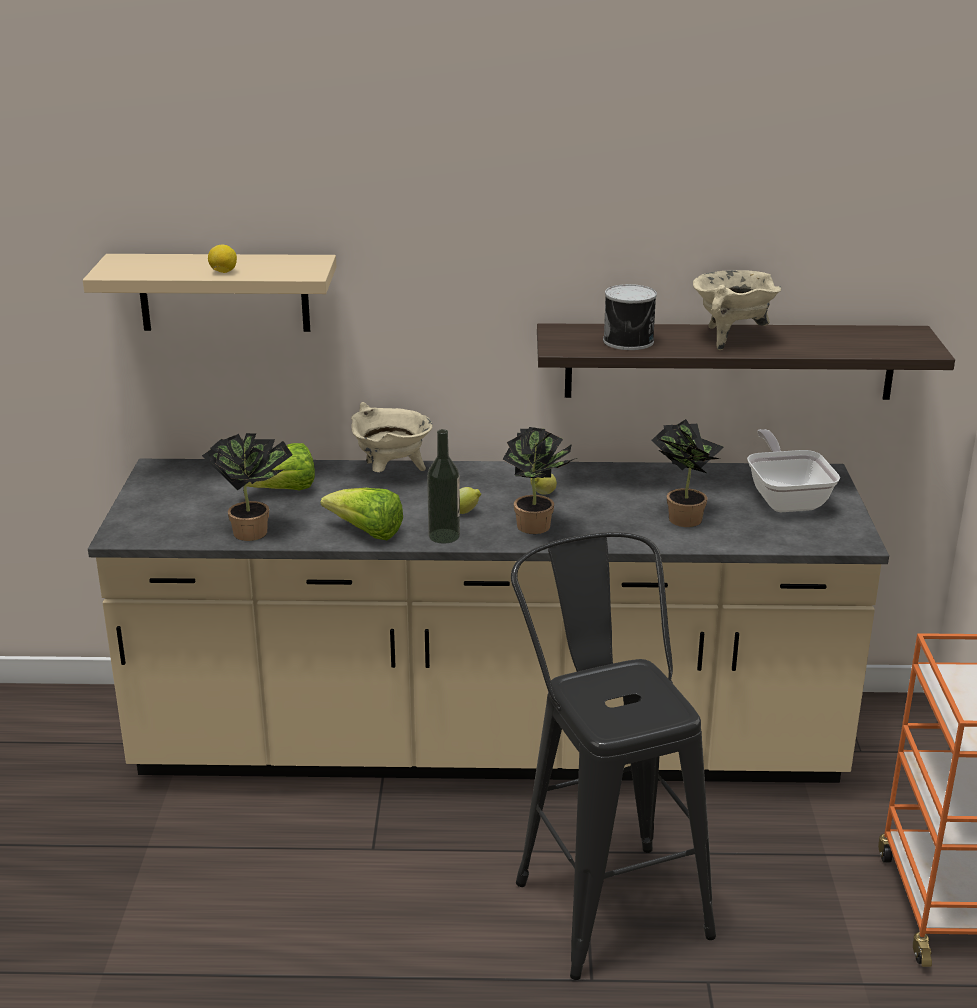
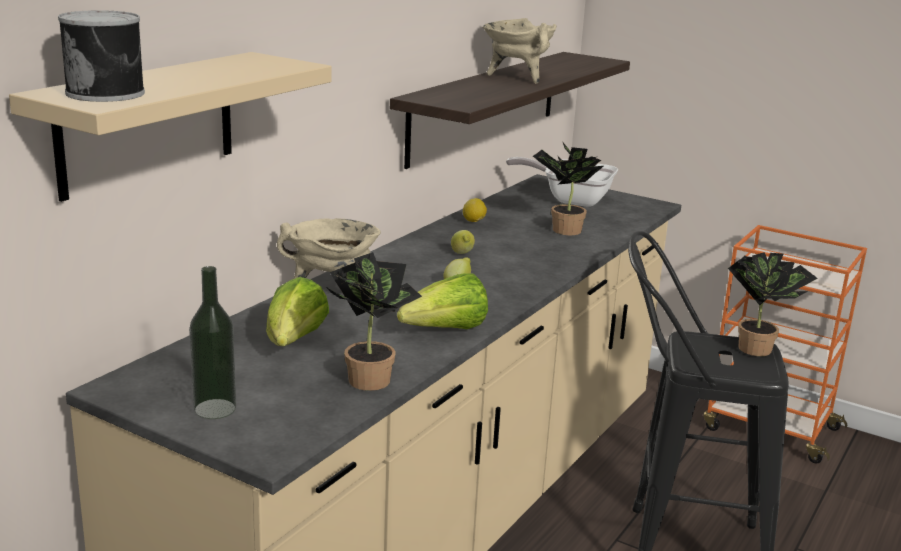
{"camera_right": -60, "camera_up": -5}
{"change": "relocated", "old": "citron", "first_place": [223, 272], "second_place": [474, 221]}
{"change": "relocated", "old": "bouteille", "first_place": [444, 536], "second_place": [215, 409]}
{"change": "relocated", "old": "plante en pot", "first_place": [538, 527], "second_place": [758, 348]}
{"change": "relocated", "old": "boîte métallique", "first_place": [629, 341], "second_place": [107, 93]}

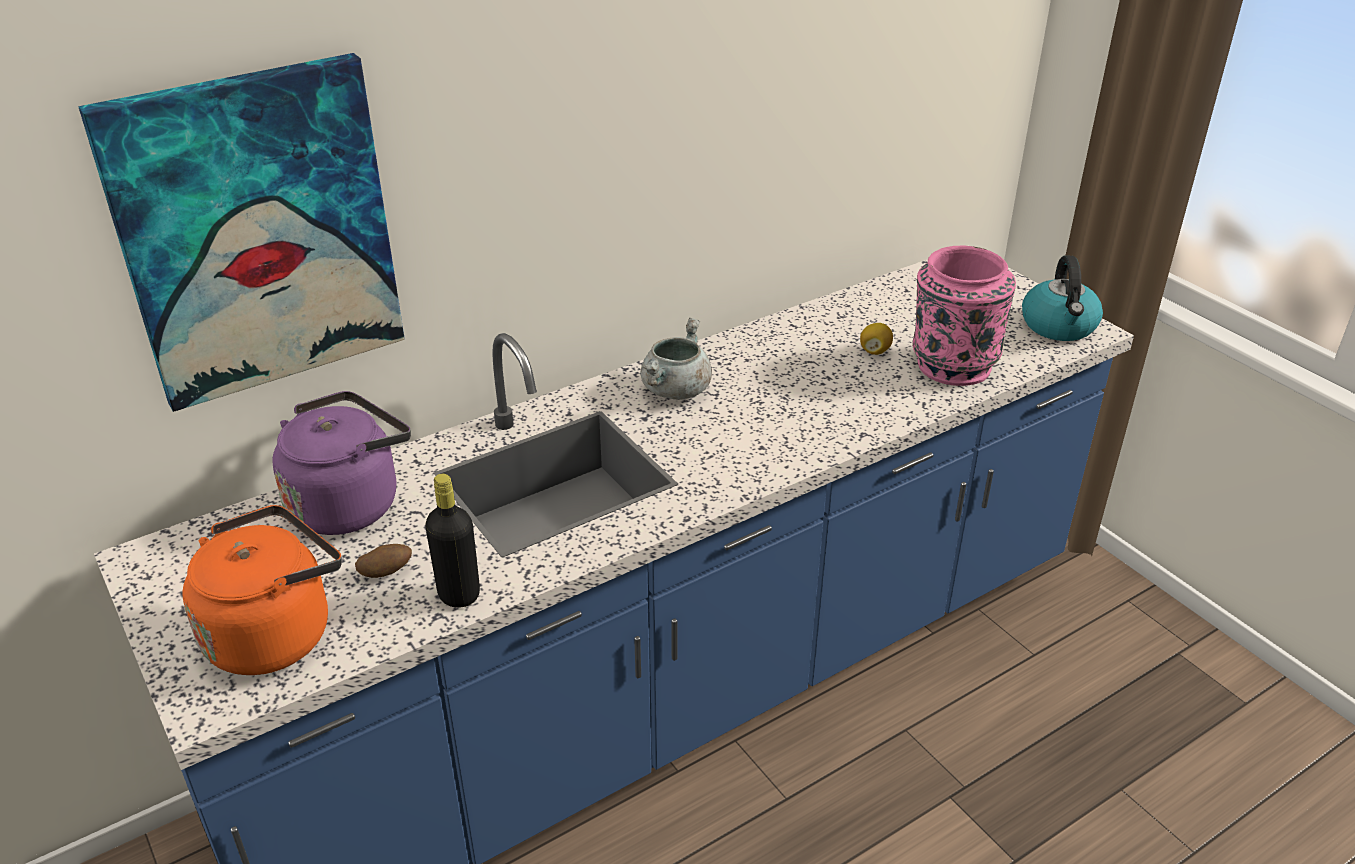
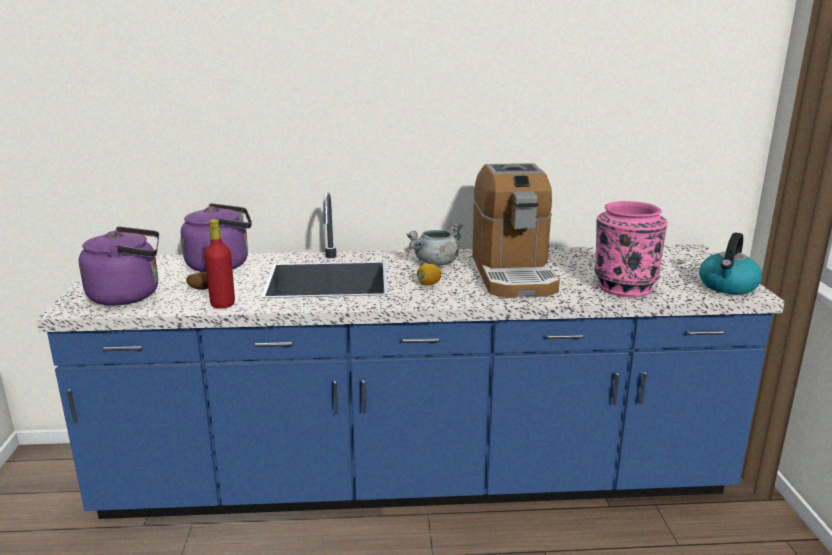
{"camera_right": 30, "camera_up": -15}
{"change": "missing", "old": "tableau", "first_place": [258, 233]}
{"change": "appeared", "new": "machine à café", "second_place": [513, 274]}
{"change": "relocated", "old": "citron", "first_place": [875, 351], "second_place": [428, 284]}
{"change": "colour", "old": "bouilloire (orange)", "new": "bouilloire (violet)", "first_place": [275, 632], "second_place": [129, 295]}
{"change": "colour", "old": "bouteille (noir)", "new": "bouteille (rouge)", "first_place": [459, 594], "second_place": [222, 304]}

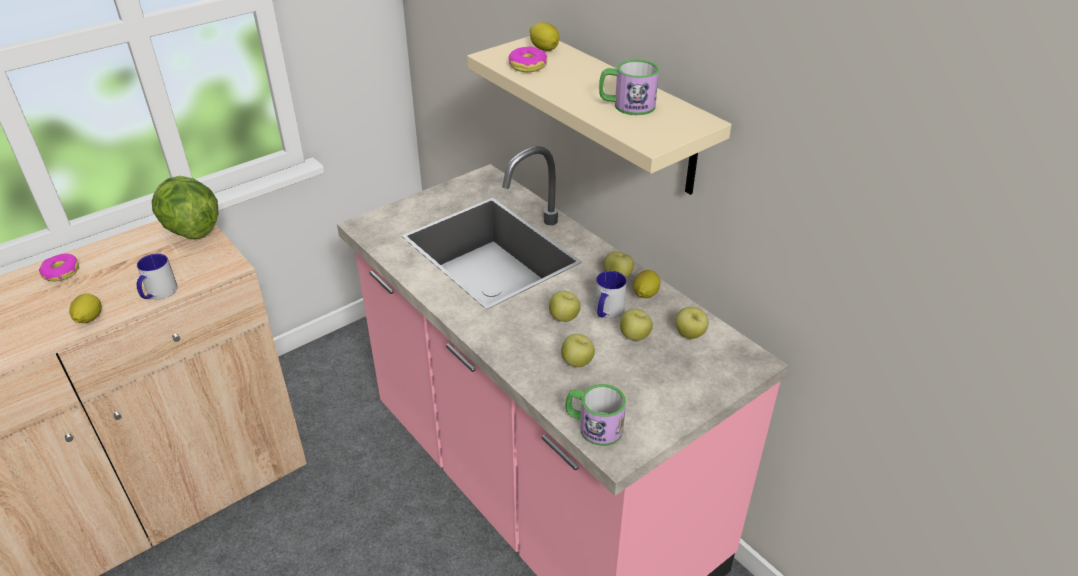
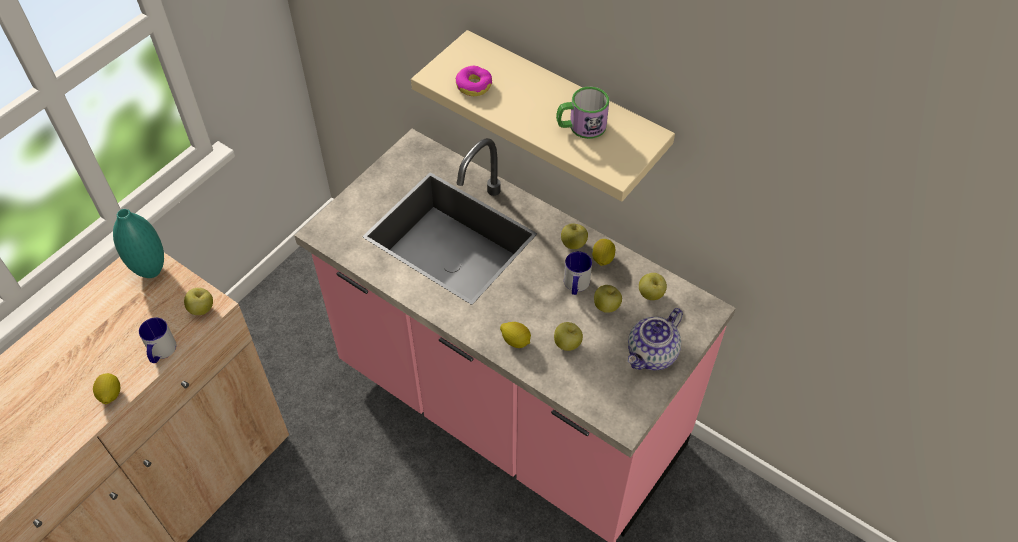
{"camera_right": -15, "camera_up": 15}
{"change": "missing", "old": "beignet", "first_place": [61, 272]}
{"change": "missing", "old": "mug", "first_place": [593, 426]}
{"change": "appeared", "new": "théière", "second_place": [652, 354]}
{"change": "relocated", "old": "citron", "first_place": [544, 49], "second_place": [516, 341]}
{"change": "relocated", "old": "pomme", "first_place": [564, 318], "second_place": [202, 309]}
{"change": "exchanged", "old": "laitue", "new": "vase (turquoise)", "first_place": [190, 230], "second_place": [151, 270]}

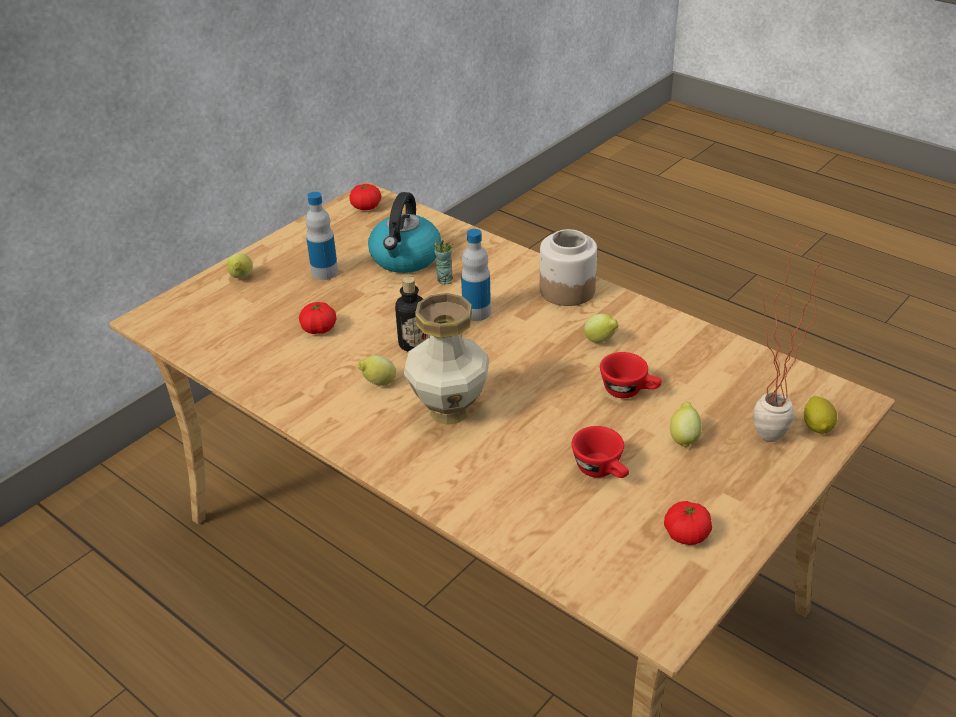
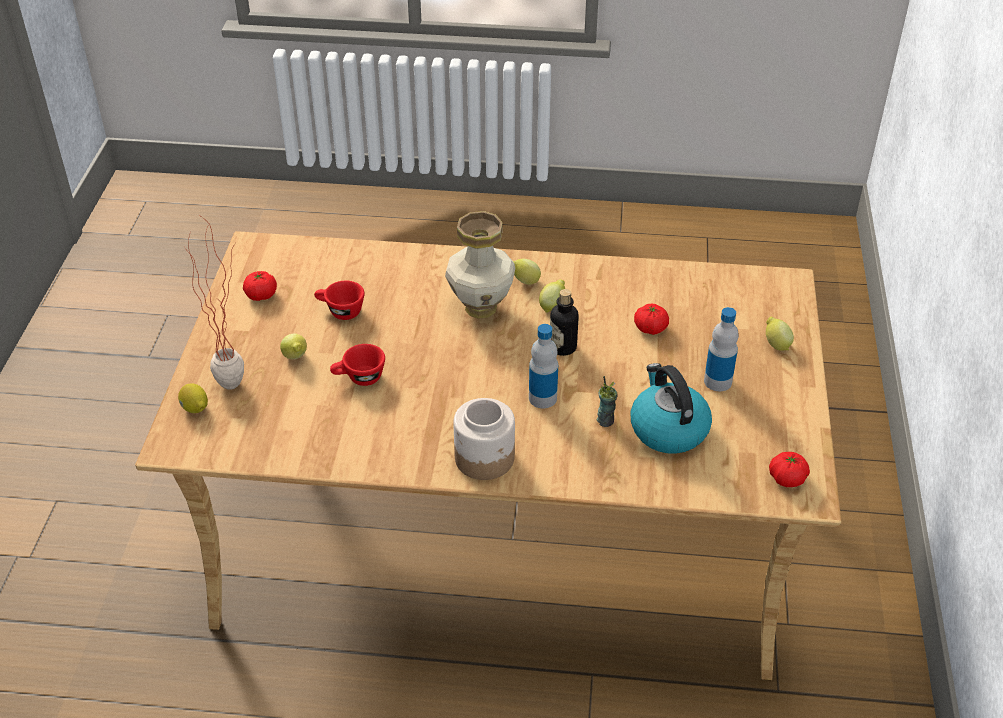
{"camera_right": 145, "camera_up": 5}
{"change": "relocated", "old": "citron", "first_place": [600, 341], "second_place": [525, 282]}

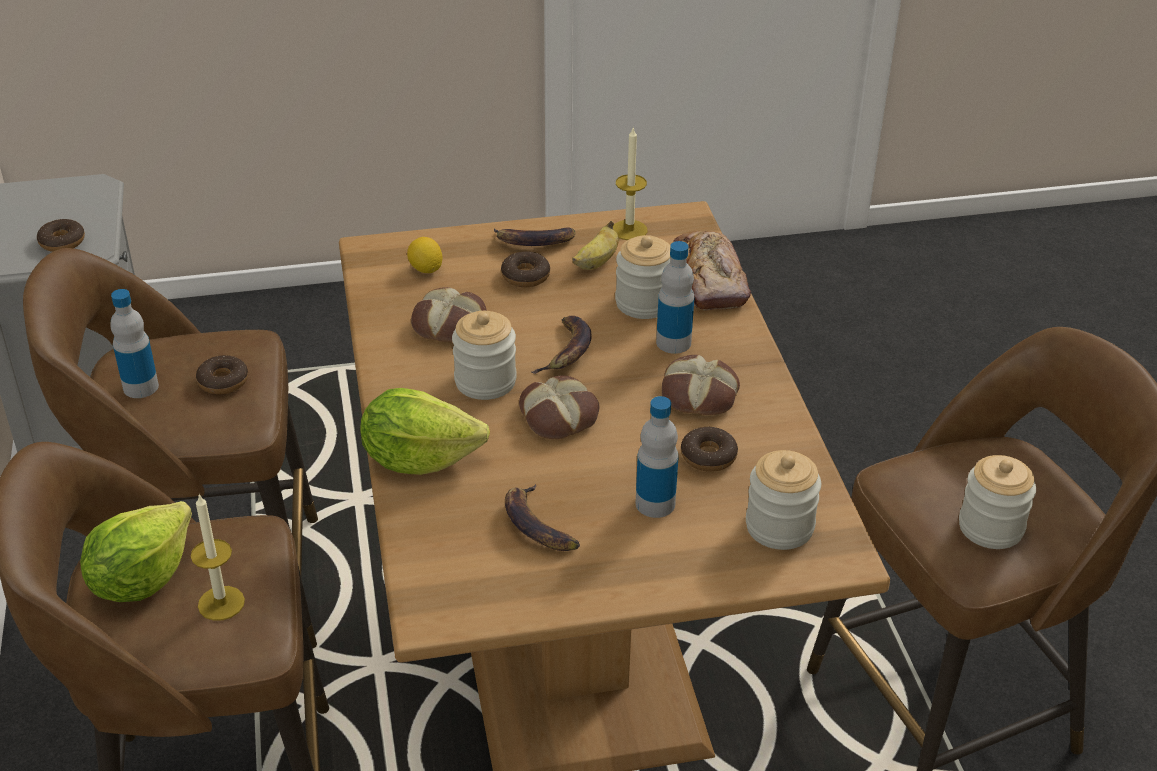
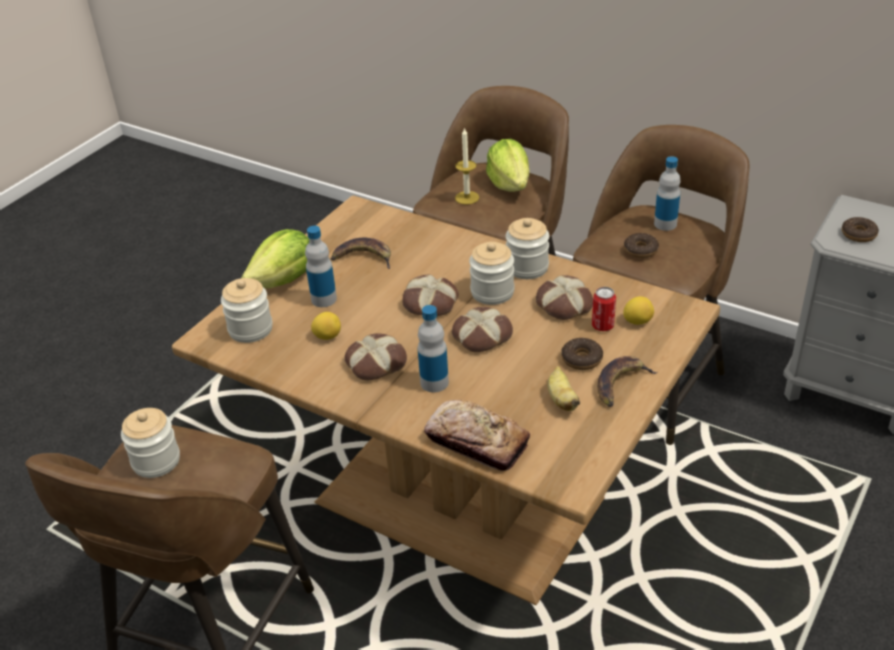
{"camera_right": 135, "camera_up": 0}
{"change": "missing", "old": "bougie", "first_place": [629, 230]}
{"change": "appeared", "new": "boîte métallique", "second_place": [602, 326]}
{"change": "relocated", "old": "laitue", "first_place": [419, 458], "second_place": [285, 280]}
{"change": "relocated", "old": "bocal", "first_place": [644, 303], "second_place": [527, 267]}
{"change": "exchanged", "old": "banane", "new": "pain", "first_place": [566, 351], "second_place": [481, 335]}
{"change": "exchanged", "old": "beignet", "new": "citron", "first_place": [708, 456], "second_place": [327, 336]}

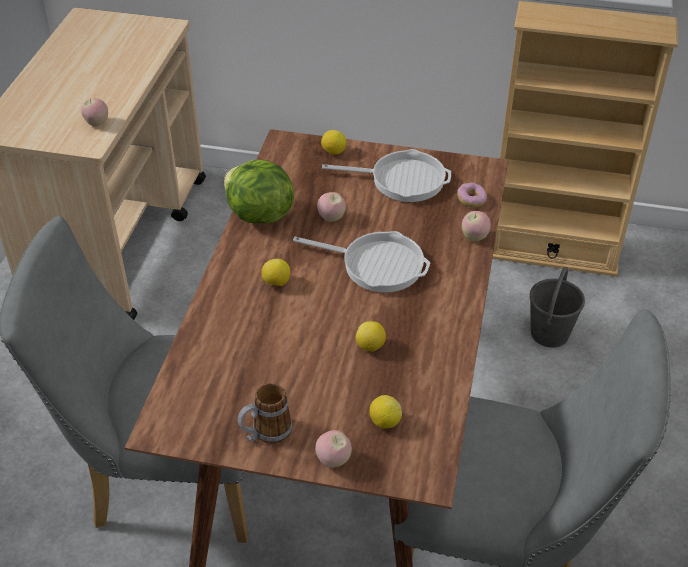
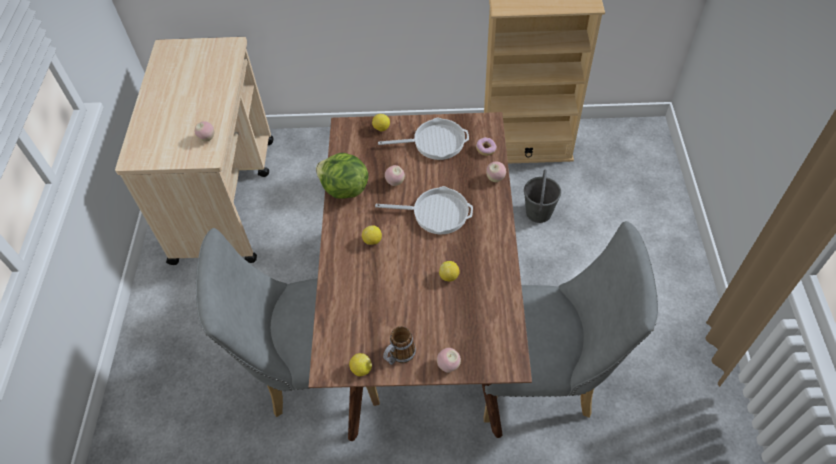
{"camera_right": -10, "camera_up": 10}
{"change": "relocated", "old": "citron", "first_place": [384, 421], "second_place": [361, 369]}

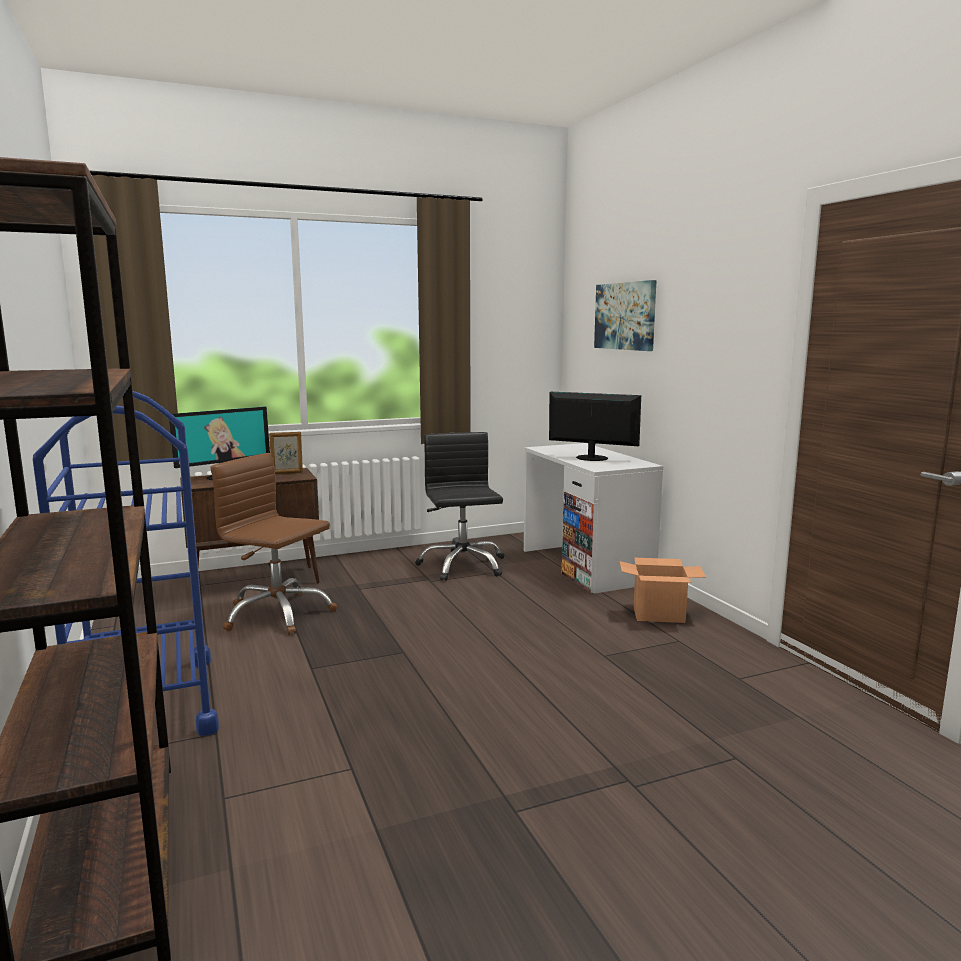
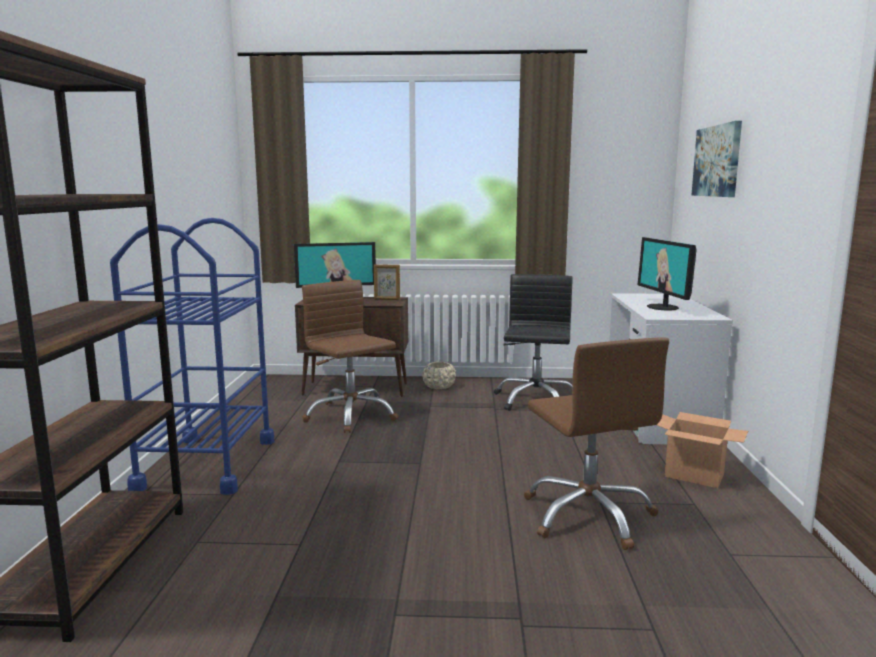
{"camera_right": 25, "camera_up": 0}
{"change": "appeared", "new": "cache-pot (beige)", "second_place": [439, 386]}
{"change": "appeared", "new": "chaise de bureau (marron)", "second_place": [588, 515]}
{"change": "spun", "old": "écran d'ordinateur", "first_place": [591, 458], "second_place": [663, 307], "degrees": -150}

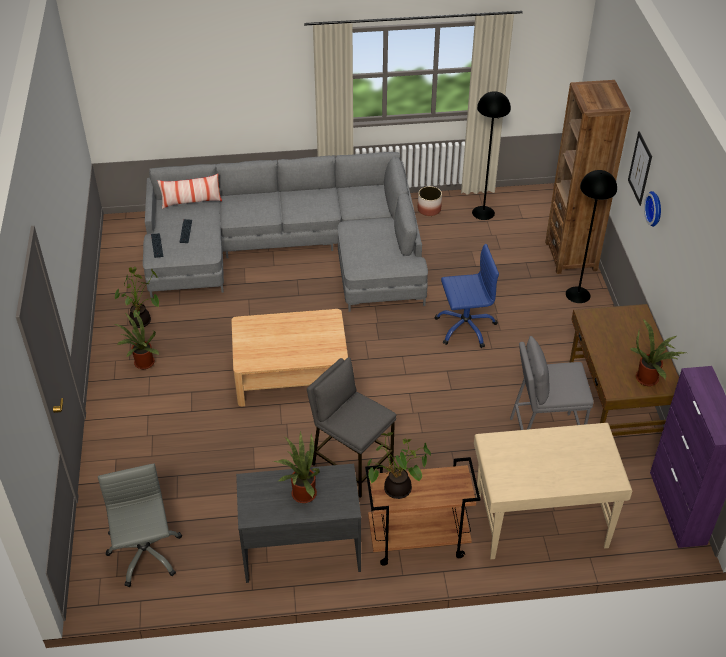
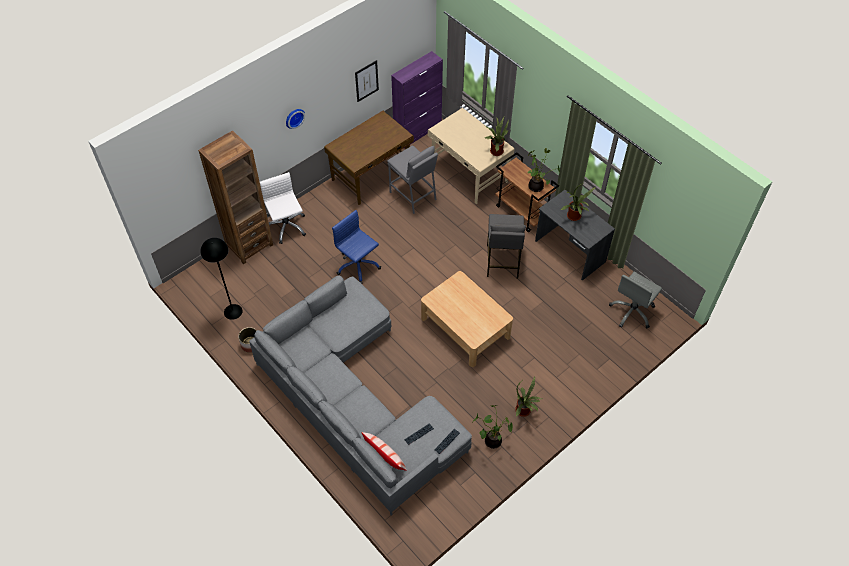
{"camera_right": -125, "camera_up": 10}
{"change": "relocated", "old": "tableau", "first_place": [640, 168], "second_place": [366, 81]}
{"change": "relocated", "old": "plante en pot", "first_place": [649, 378], "second_place": [495, 151]}
{"change": "exchanged", "old": "lampadaire (noir)", "new": "chaise de bureau (blanc)", "first_place": [578, 295], "second_place": [286, 227]}

